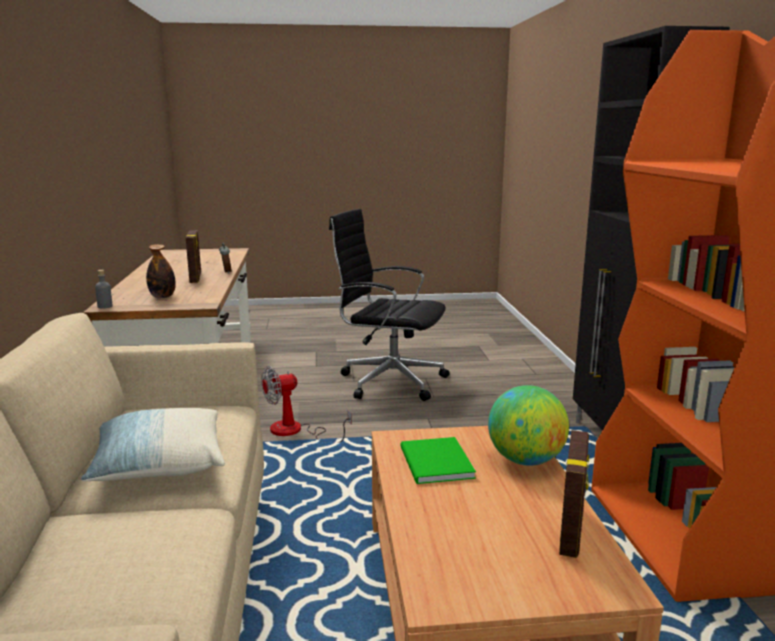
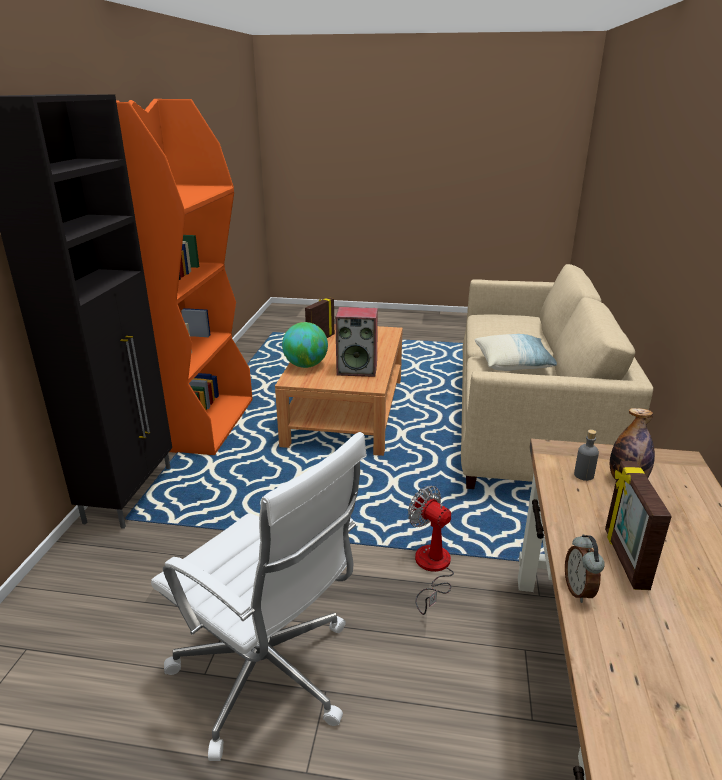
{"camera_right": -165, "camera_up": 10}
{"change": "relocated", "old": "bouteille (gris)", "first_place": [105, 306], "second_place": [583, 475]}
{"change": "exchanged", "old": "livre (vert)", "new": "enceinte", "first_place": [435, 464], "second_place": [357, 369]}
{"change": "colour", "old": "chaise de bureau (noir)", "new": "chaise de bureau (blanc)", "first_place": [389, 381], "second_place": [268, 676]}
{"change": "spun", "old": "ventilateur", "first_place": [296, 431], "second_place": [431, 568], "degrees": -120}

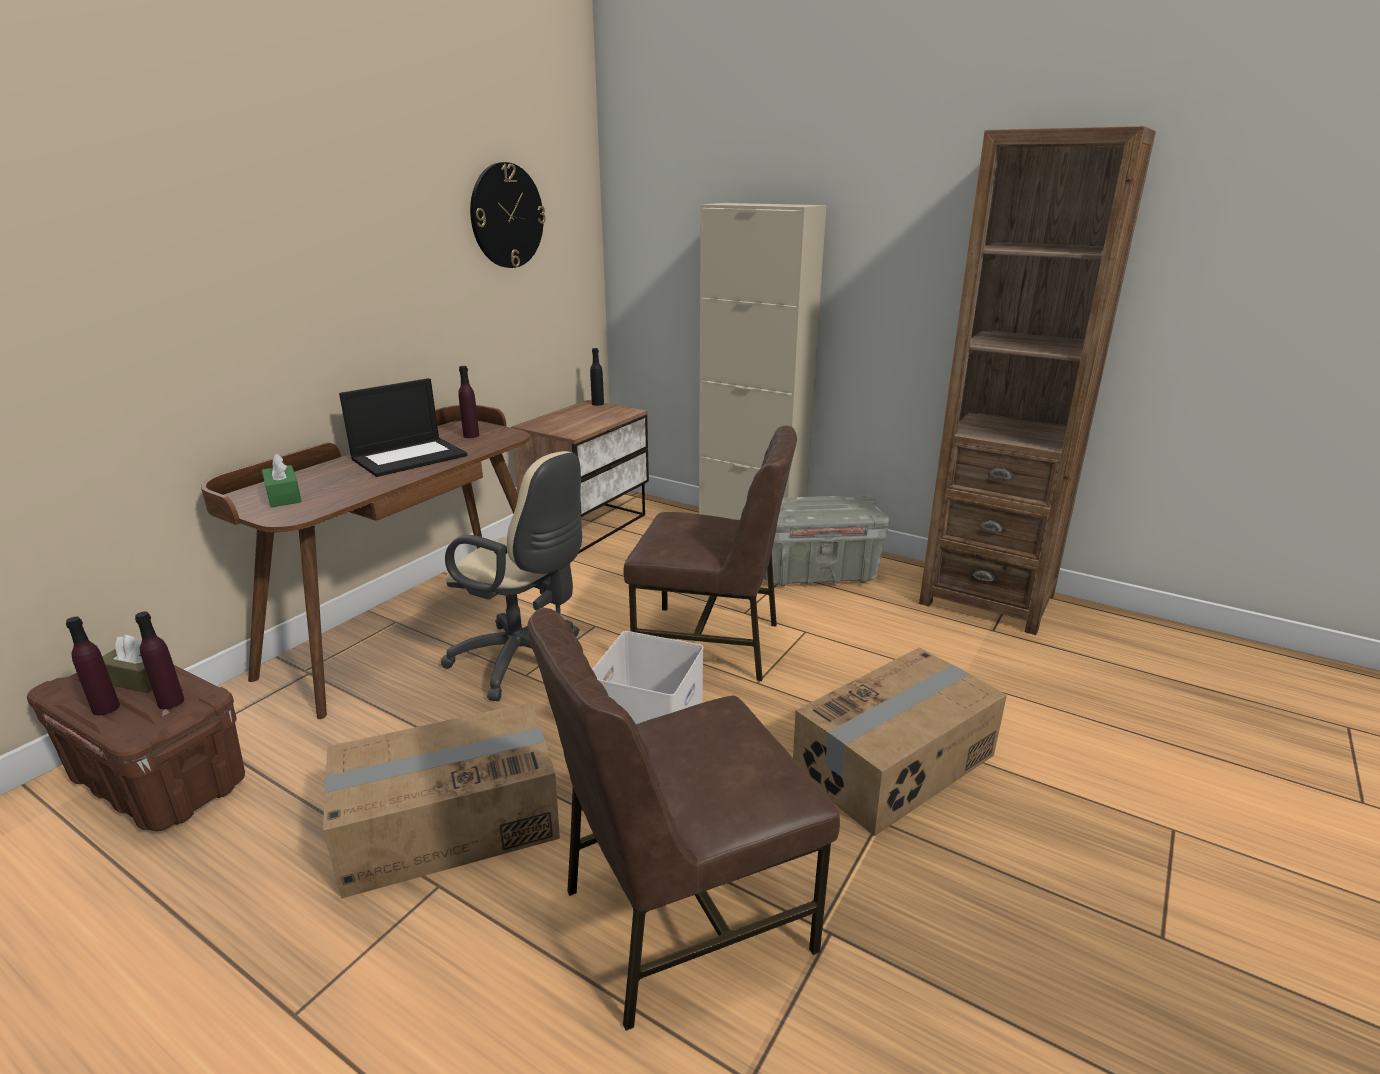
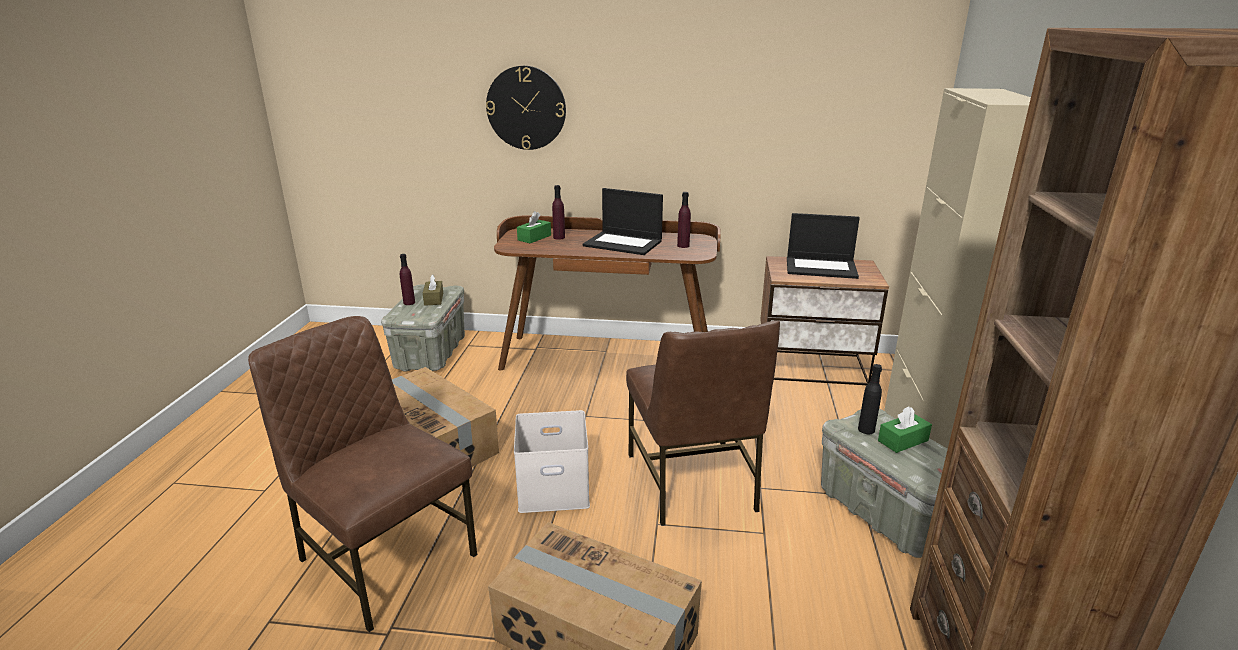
{"camera_right": 65, "camera_up": 0}
{"change": "missing", "old": "chaise de bureau (beige)", "first_place": [526, 662]}
{"change": "appeared", "new": "ordinateur portable", "second_place": [821, 267]}
{"change": "appeared", "new": "boîte à mouchoirs (vert)", "second_place": [903, 440]}
{"change": "relocated", "old": "bouteille (violet)", "first_place": [171, 702], "second_place": [559, 237]}
{"change": "relocated", "old": "horloge murale", "first_place": [507, 216], "second_place": [526, 108]}
{"change": "relocated", "old": "bouteille (noir)", "first_place": [597, 404], "second_place": [866, 429]}
{"change": "colour", "old": "boîte de rangement (marron)", "new": "boîte de rangement (gris)", "first_place": [158, 781], "second_place": [430, 353]}

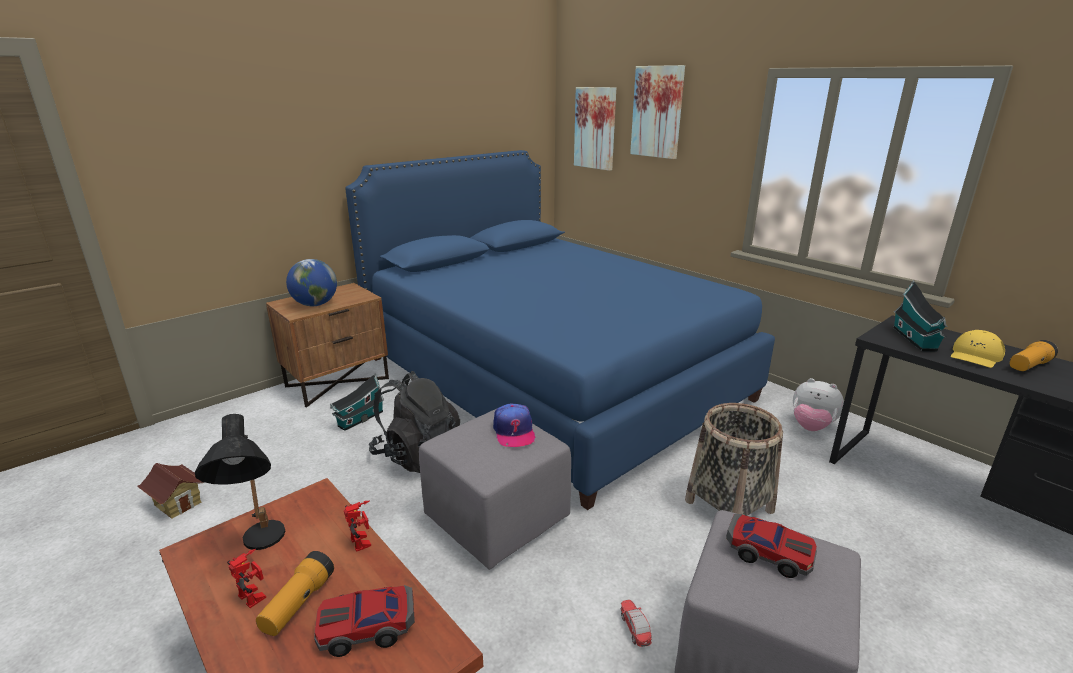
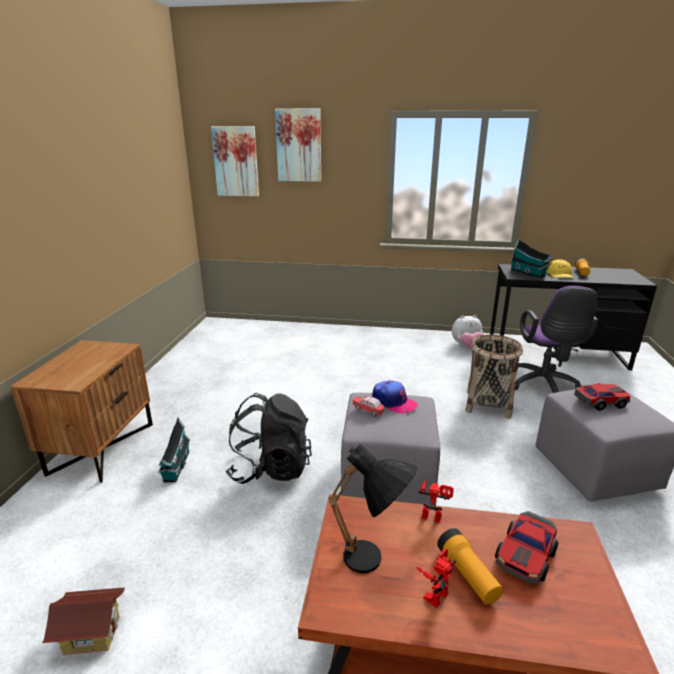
{"camera_right": -40, "camera_up": 0}
{"change": "missing", "old": "globe", "first_place": [315, 304]}
{"change": "missing", "old": "lit (bleu)", "first_place": [551, 378]}
{"change": "appeared", "new": "chaise de bureau (violet)", "second_place": [544, 386]}
{"change": "relocated", "old": "petite voiture", "first_place": [634, 629], "second_place": [368, 411]}
{"change": "spun", "old": "robot jouet", "first_place": [256, 595], "second_place": [434, 592], "degrees": -45}

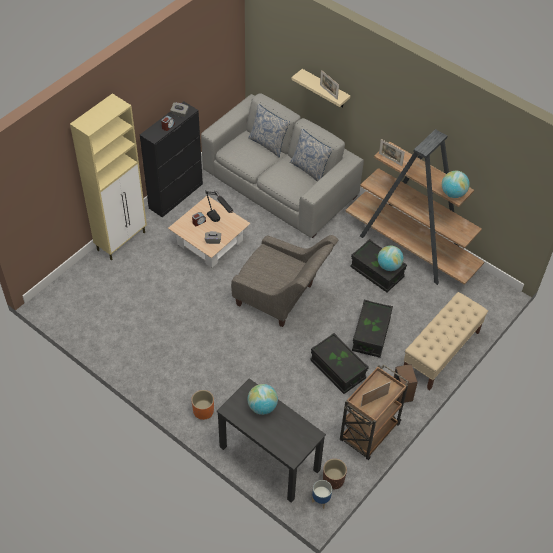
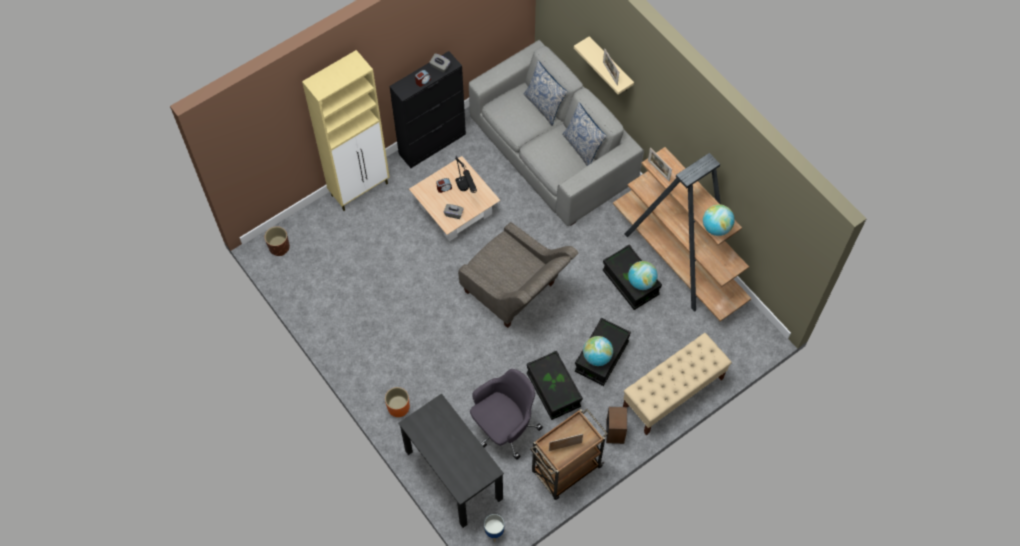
{"camera_right": 15, "camera_up": 10}
{"change": "appeared", "new": "chaise de bureau (gris)", "second_place": [504, 428]}
{"change": "relocated", "old": "globe", "first_place": [262, 407], "second_place": [597, 357]}
{"change": "relocated", "old": "cache-pot (marron)", "first_place": [333, 480], "second_place": [279, 247]}

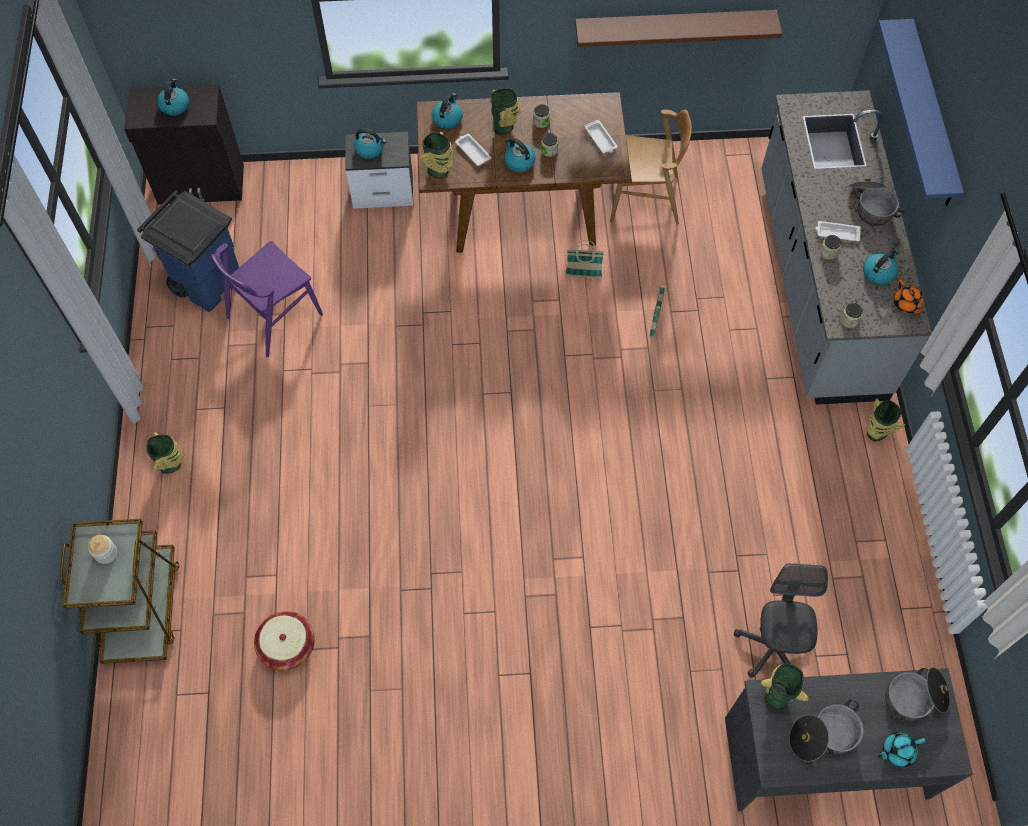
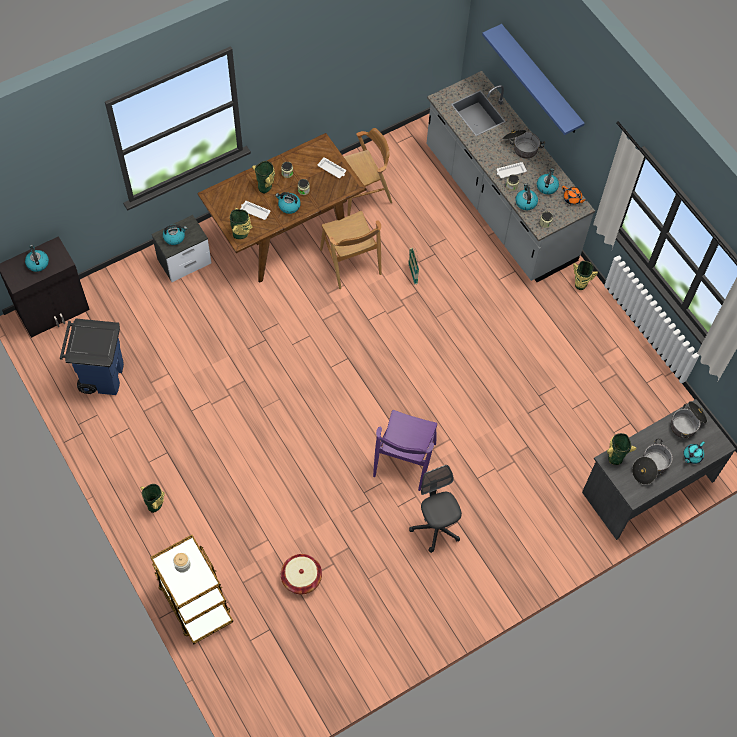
{"camera_right": -30, "camera_up": 0}
{"change": "missing", "old": "étagère (marron)", "first_place": [674, 27]}
{"change": "relocated", "old": "chaise (violet)", "first_place": [274, 316], "second_place": [404, 460]}
{"change": "relocated", "old": "bouilloire", "first_place": [447, 119], "second_place": [525, 202]}
{"change": "relocated", "old": "chaise de bureau (gris)", "first_place": [772, 646], "second_place": [436, 527]}
{"change": "exchanged", "old": "panier", "new": "chaise (marron)", "first_place": [583, 275], "second_place": [350, 262]}

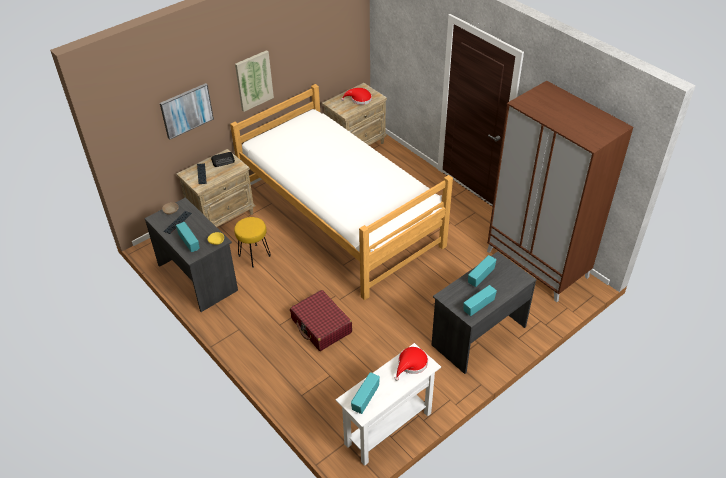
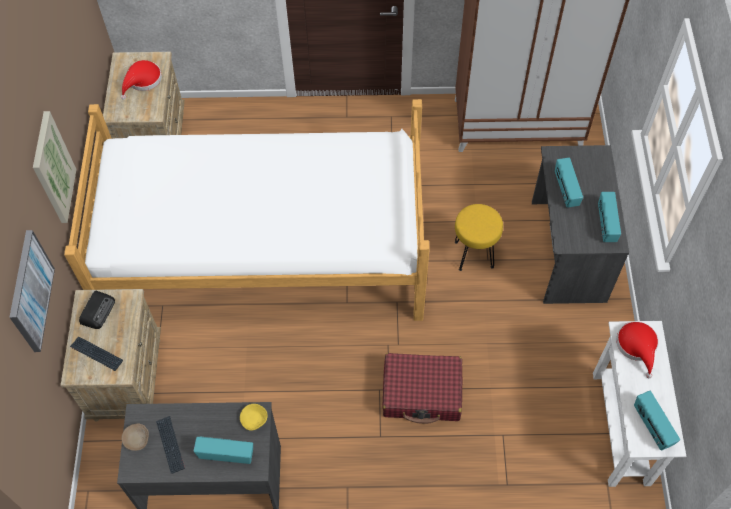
{"camera_right": -50, "camera_up": 15}
{"change": "relocated", "old": "tabouret (jaune)", "first_place": [254, 255], "second_place": [473, 254]}

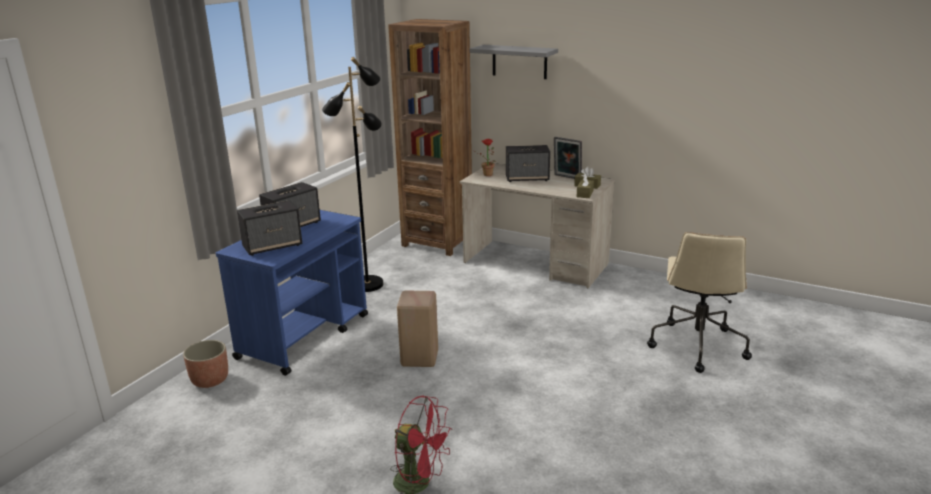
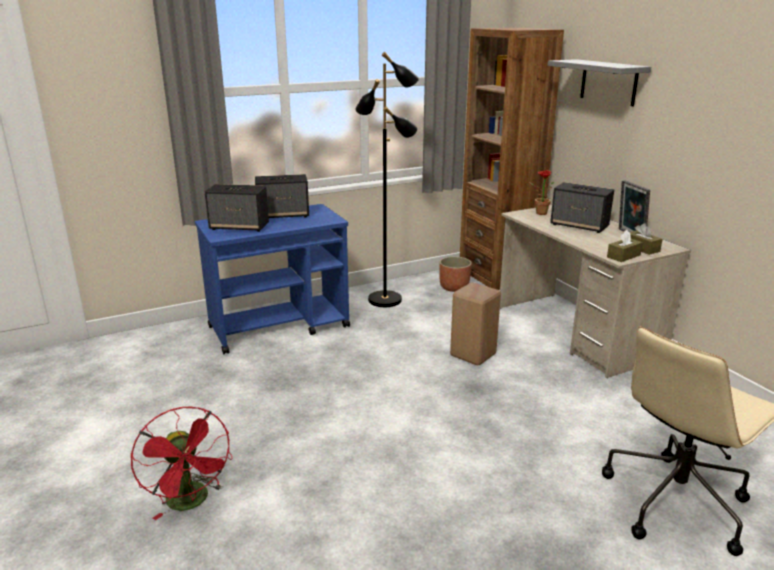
{"camera_right": 35, "camera_up": 0}
{"change": "relocated", "old": "cache-pot", "first_place": [210, 380], "second_place": [454, 287]}
{"change": "relocated", "old": "tabouret (beige)", "first_place": [418, 359], "second_place": [471, 355]}

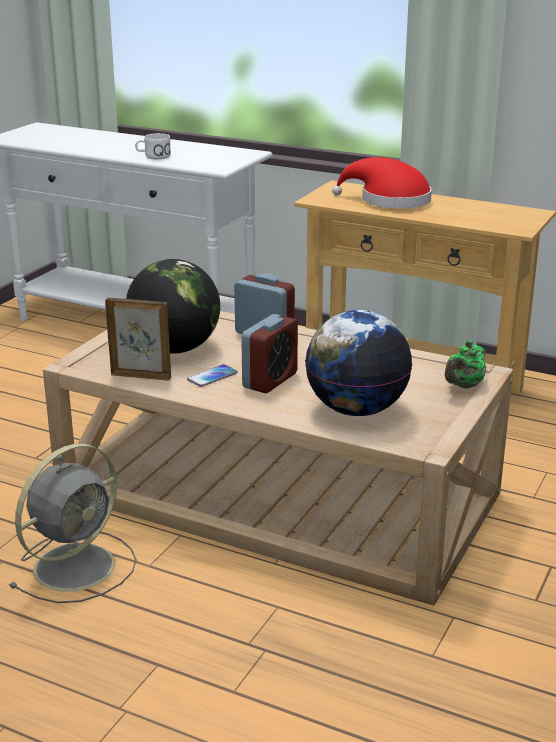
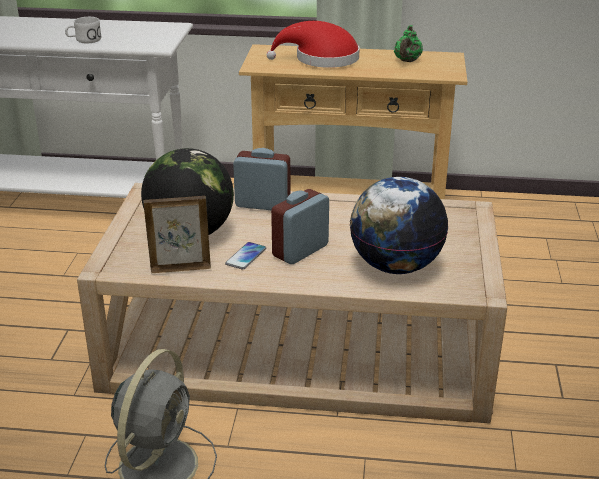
{"camera_right": -20, "camera_up": 5}
{"change": "relocated", "old": "théière (vert)", "first_place": [464, 386], "second_place": [407, 61]}
{"change": "spun", "old": "réveil", "first_place": [270, 380], "second_place": [300, 250], "degrees": -150}

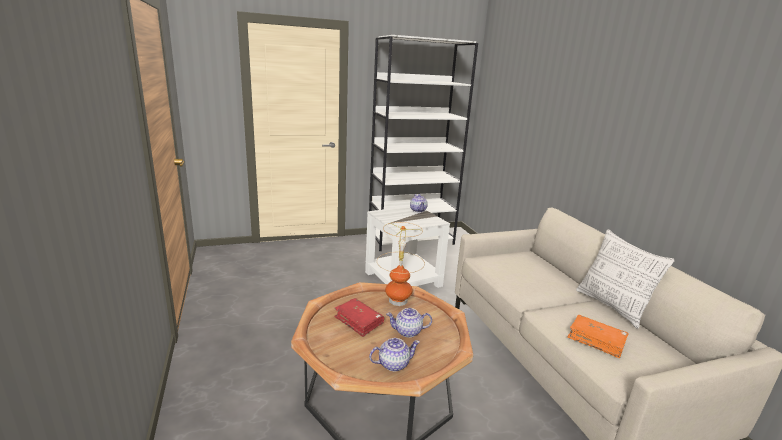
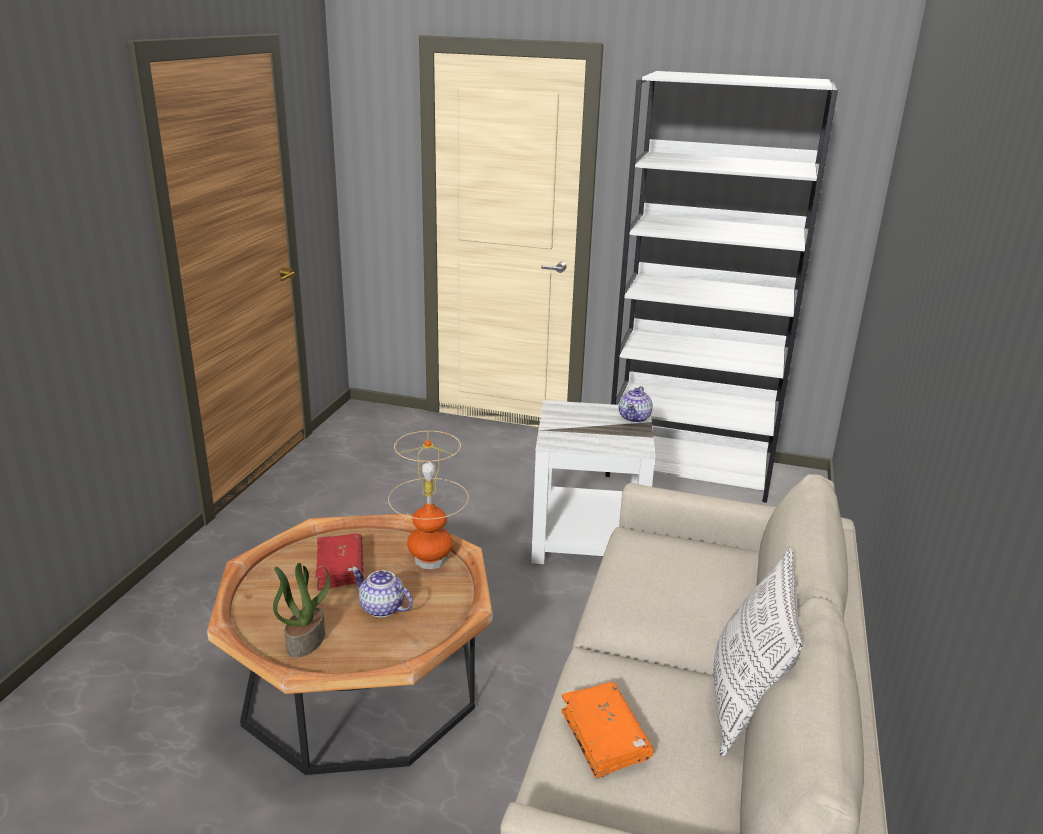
{"camera_right": 35, "camera_up": 5}
{"change": "exchanged", "old": "théière", "new": "plante en pot", "first_place": [393, 364], "second_place": [305, 640]}

